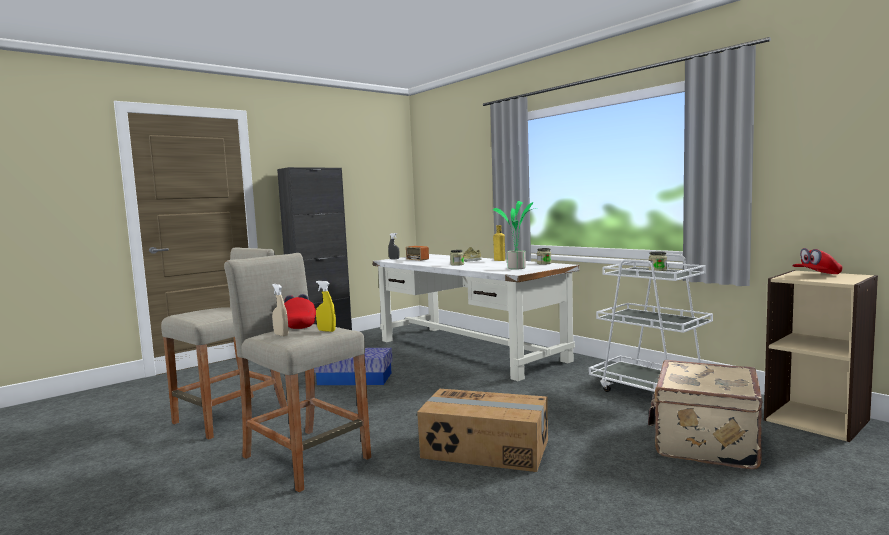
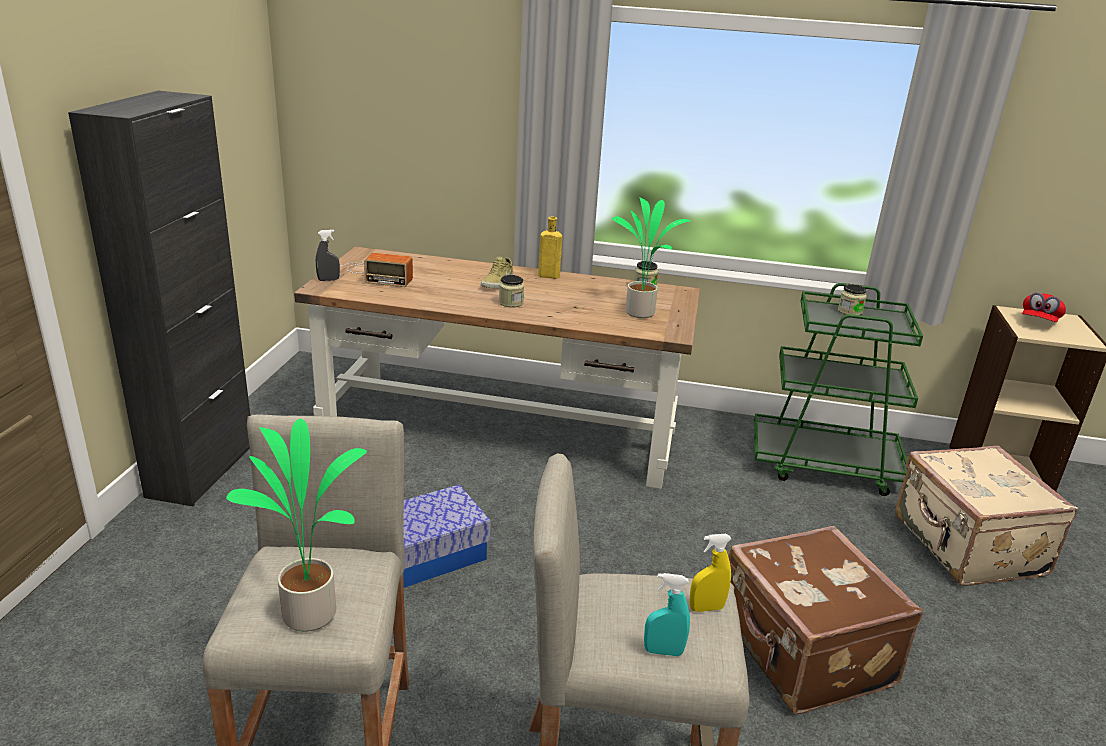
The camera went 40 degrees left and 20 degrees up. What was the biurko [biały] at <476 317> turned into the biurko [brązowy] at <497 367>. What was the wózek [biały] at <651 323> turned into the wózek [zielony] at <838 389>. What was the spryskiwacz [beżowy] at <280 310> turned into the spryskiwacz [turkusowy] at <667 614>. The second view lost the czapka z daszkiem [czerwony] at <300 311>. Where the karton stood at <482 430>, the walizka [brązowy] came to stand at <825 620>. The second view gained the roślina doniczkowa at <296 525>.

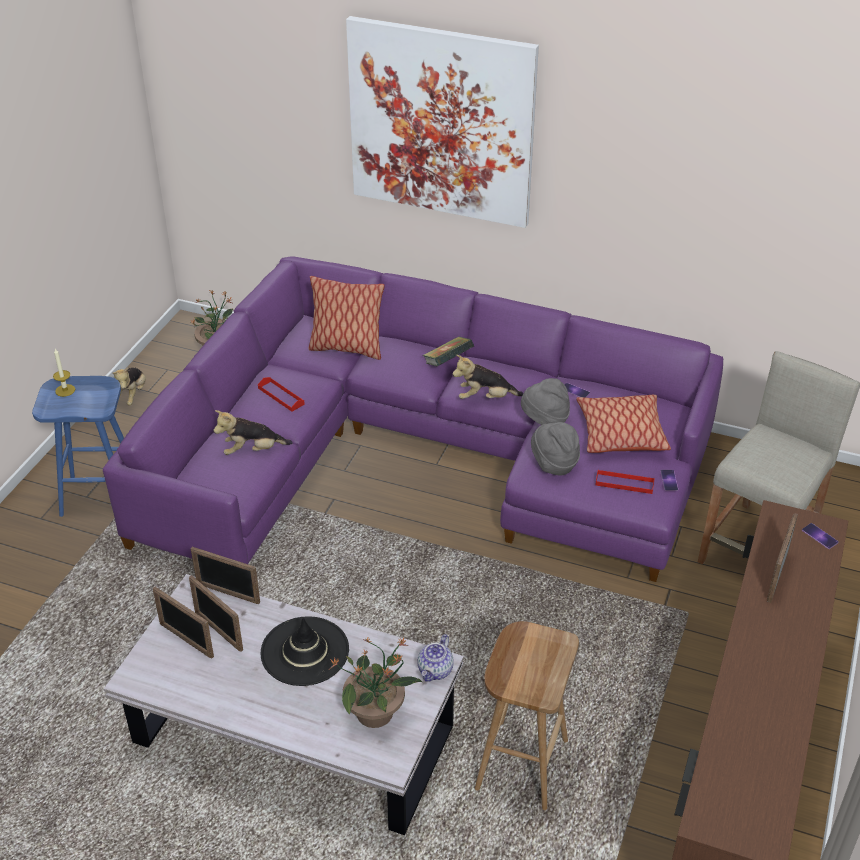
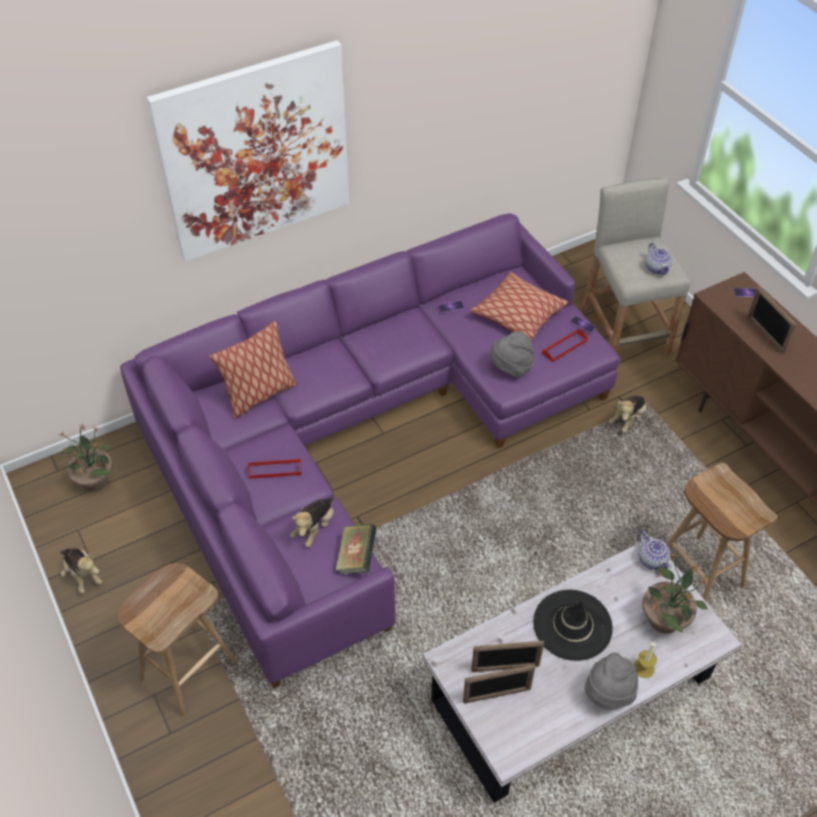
The camera went 50 degrees left and 10 degrees up. The książka ended up elsewhere, having gone from <448 351> to <356 548>. The świeca ended up elsewhere, having gone from <64 373> to <645 660>. The pluszak ended up elsewhere, having gone from <487 377> to <628 414>. What was the stołek [niebieski] at <78 446> turned into the stołek [brązowy] at <177 640>. The kapelusz [szary] ended up elsewhere, having gone from <545 401> to <611 681>. The second view lost the ramka na zdjęcie at <225 575>. The second view gained the imbryk at <659 259>.

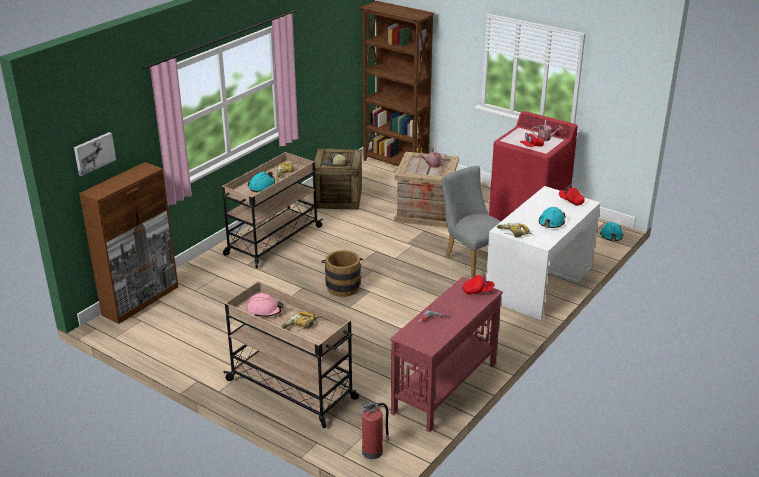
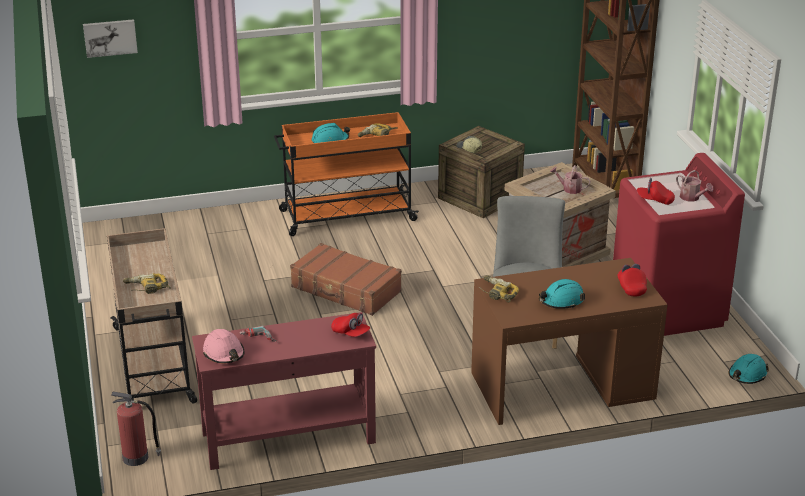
The camera went 40 degrees right and 0 degrees up. What was the wózek [beżowy] at <272 210> turned into the wózek [pomarańczowy] at <346 174>. The second view lost the szafka [brązowy] at <128 243>. What was the biurko [biały] at <543 253> turned into the biurko [brązowy] at <569 341>. Where the wiadro [brązowy] stood at <342 273>, the walizka [brązowy] came to stand at <346 279>. The kask [różowy] ended up elsewhere, having gone from <265 305> to <224 346>.

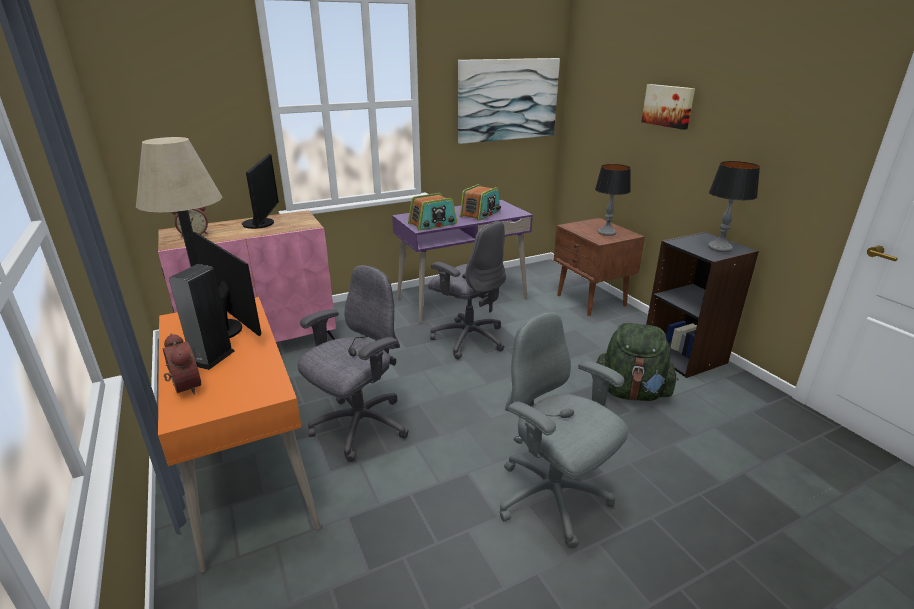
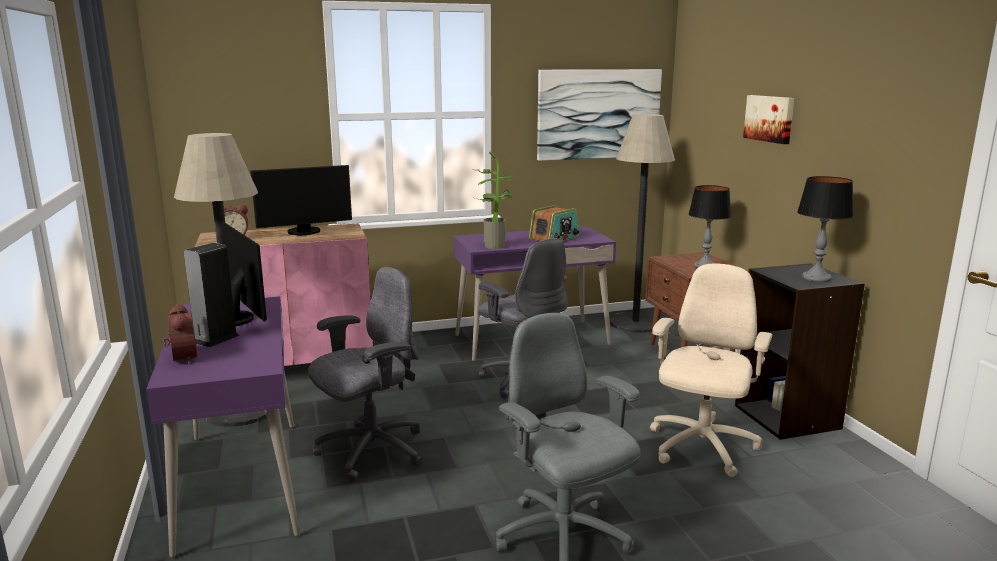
The camera went 10 degrees right and 10 degrees down. The monitor at <260 191> ended up facing another way, 60 degrees clockwise from before. Where the radio stood at <432 212>, the roślina doniczkowa came to stand at <492 200>. What was the biurko [pomarańczowy] at <239 435> turned into the biurko [fioletowy] at <223 427>. Where the plecak [zielony] stood at <637 362>, the krzesło biurowe [beżowy] came to stand at <711 370>. The second view gained the lampa stojąca at <642 223>.

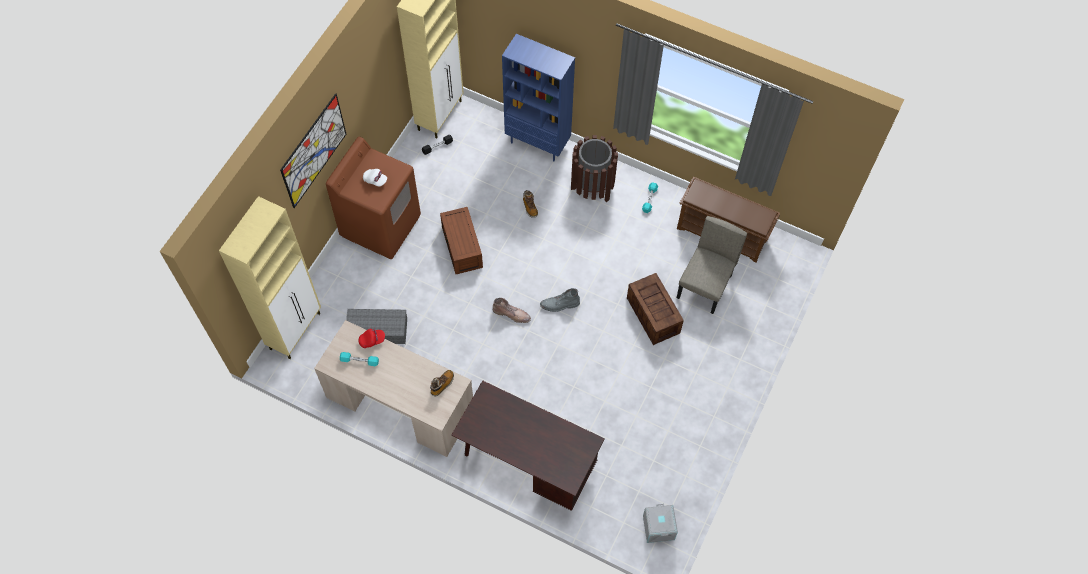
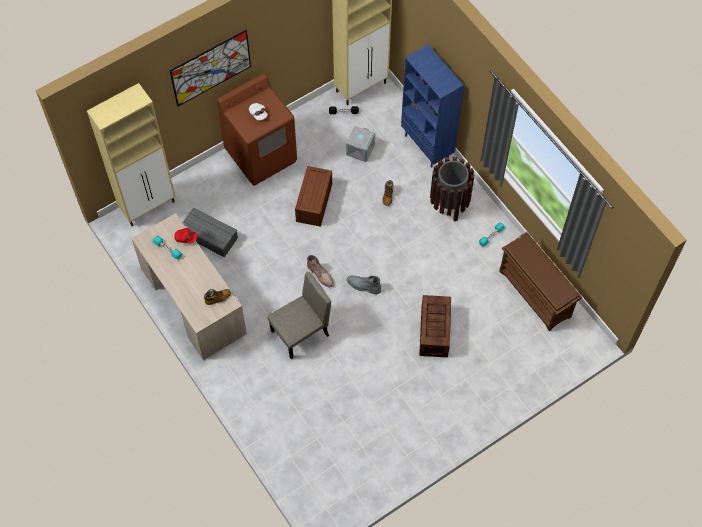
The camera went 30 degrees right and 0 degrees up. The krzesło [beżowy] ended up elsewhere, having gone from <712 265> to <299 315>. The second view lost the biurko [brązowy] at <528 445>. The pojemnik do przechowywania [szary] ended up elsewhere, having gone from <660 523> to <360 144>.

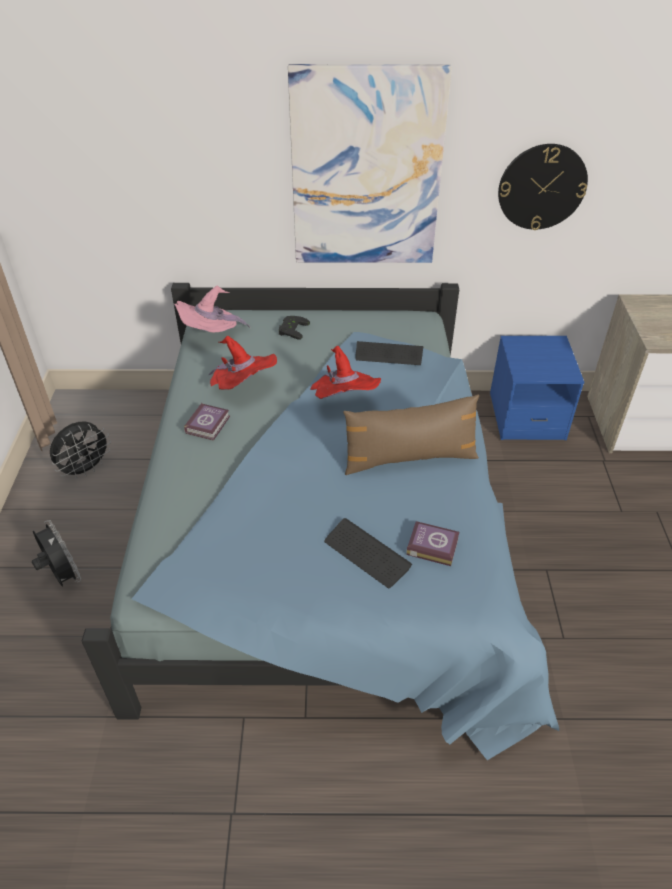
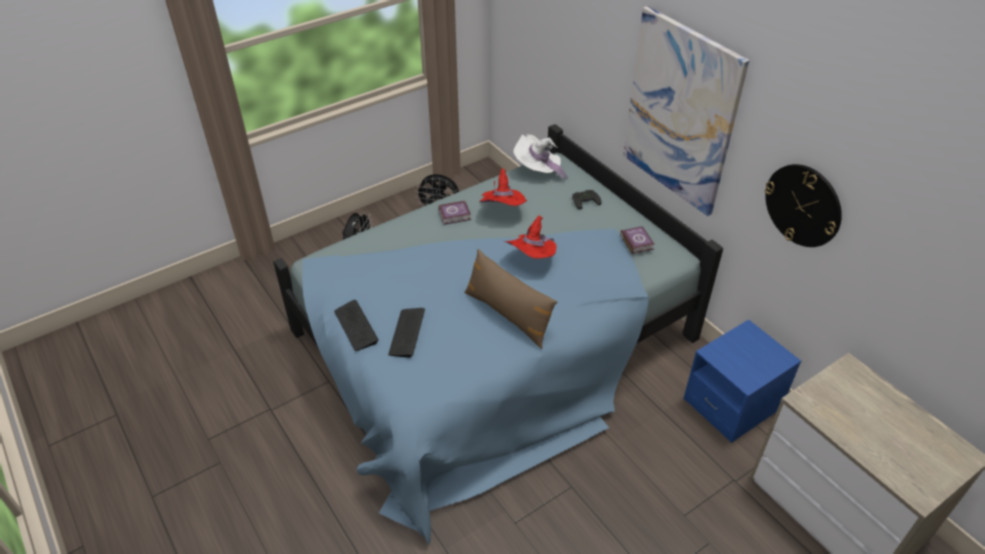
The camera went 55 degrees right and 0 degrees up. What was the kapelusz [różowy] at <212 308> turned into the kapelusz [biały] at <540 158>. The klawiatura ended up elsewhere, having gone from <389 353> to <356 325>. The książka ended up elsewhere, having gone from <432 543> to <637 240>.

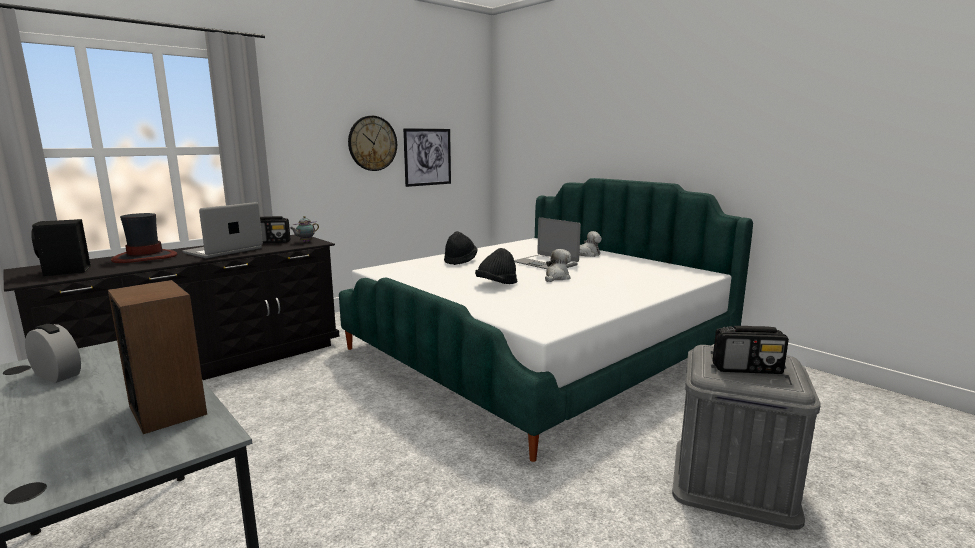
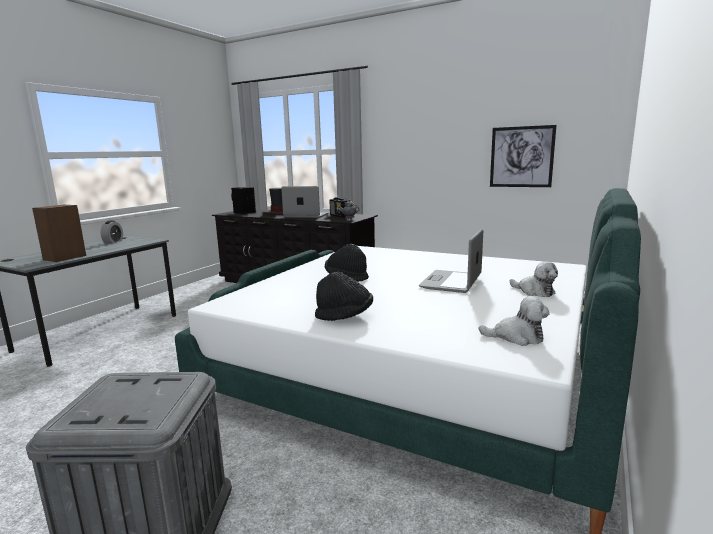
The camera went 70 degrees right and 0 degrees up. The second view lost the zegar ścienny at <372 143>. The kapelusz [czarny] ended up elsewhere, having gone from <460 248> to <344 296>. The pluszak ended up elsewhere, having gone from <558 265> to <514 321>. The second view lost the radio at <750 350>.

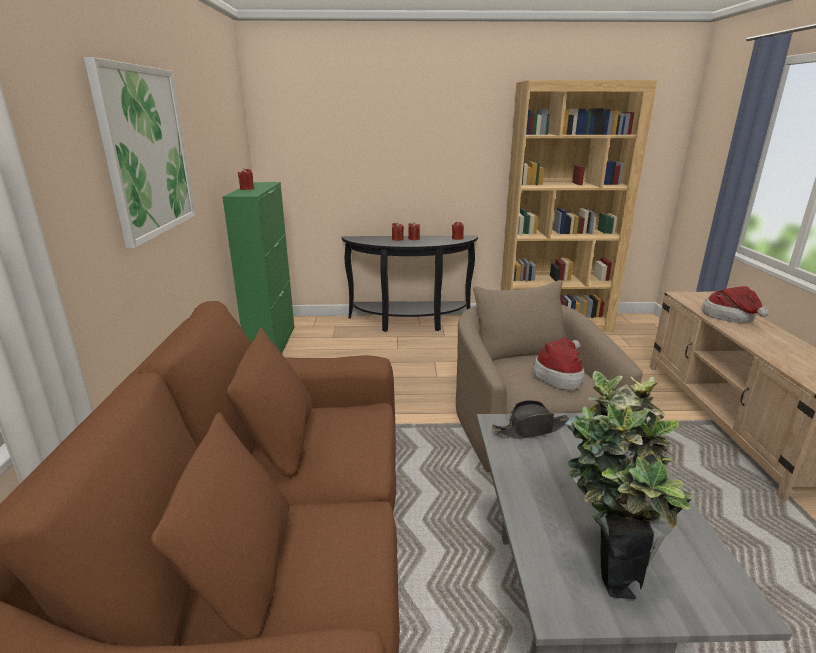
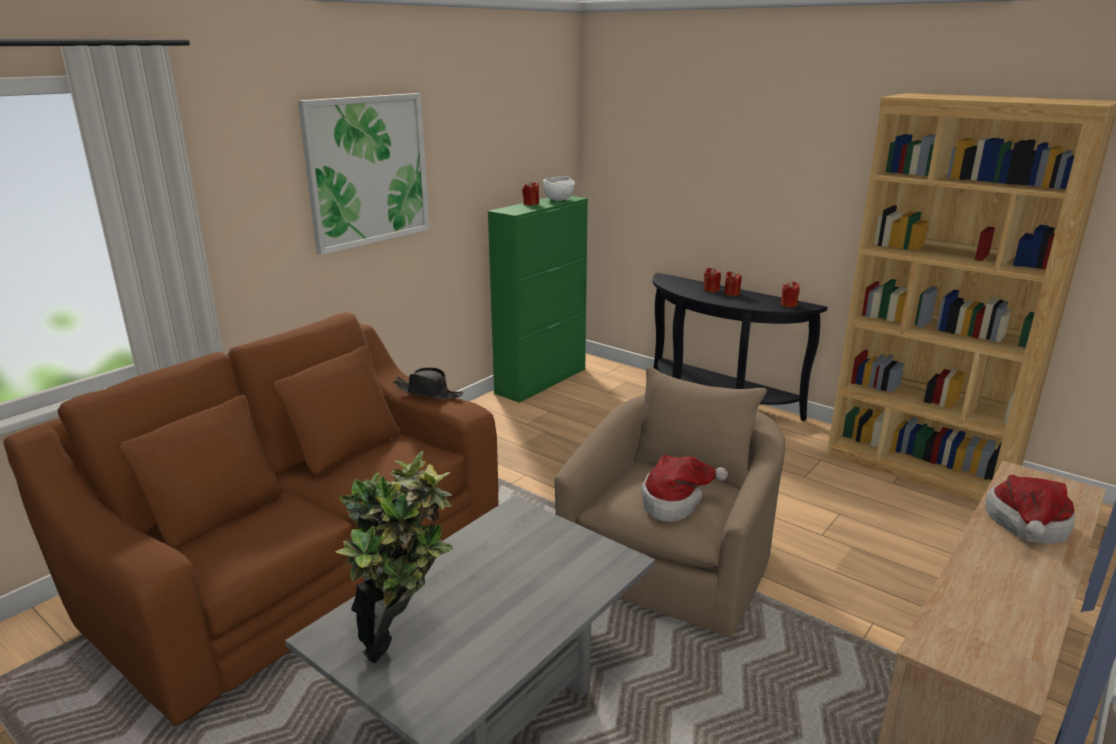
The camera went 40 degrees right and 0 degrees up. The kapelusz [czarny] ended up elsewhere, having gone from <531 419> to <428 383>. The second view gained the miska [biały] at <558 188>.

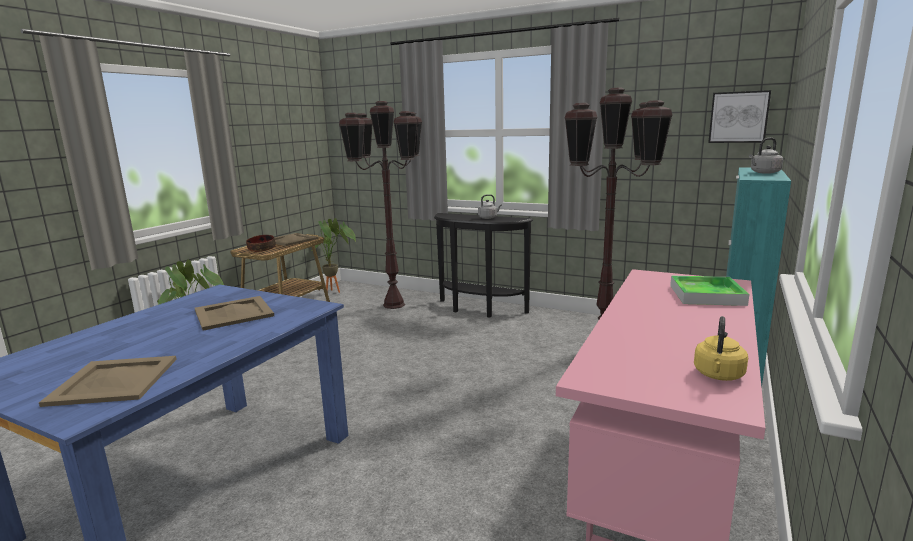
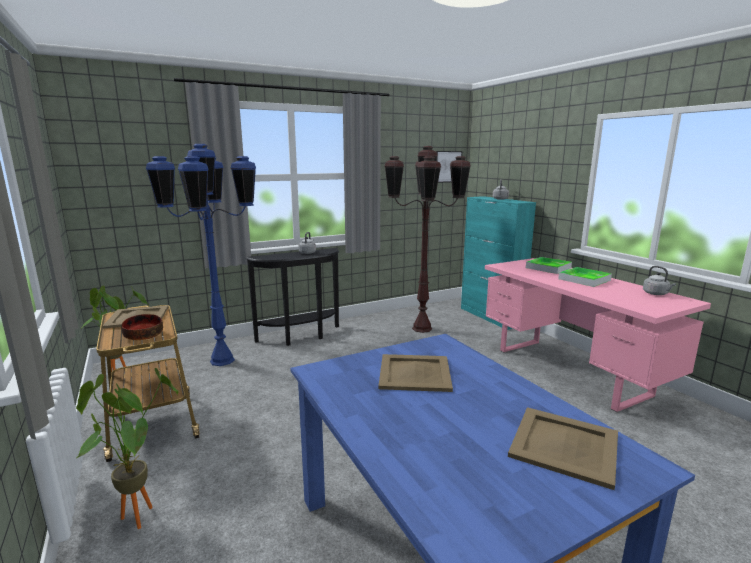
The camera went 55 degrees left and 0 degrees up. What was the lampa stojąca [brązowy] at <380 205> turned into the lampa stojąca [niebieski] at <201 255>. What was the czajnik [żółty] at <721 348> turned into the czajnik [szary] at <659 280>. The second view gained the taca at <585 277>.

